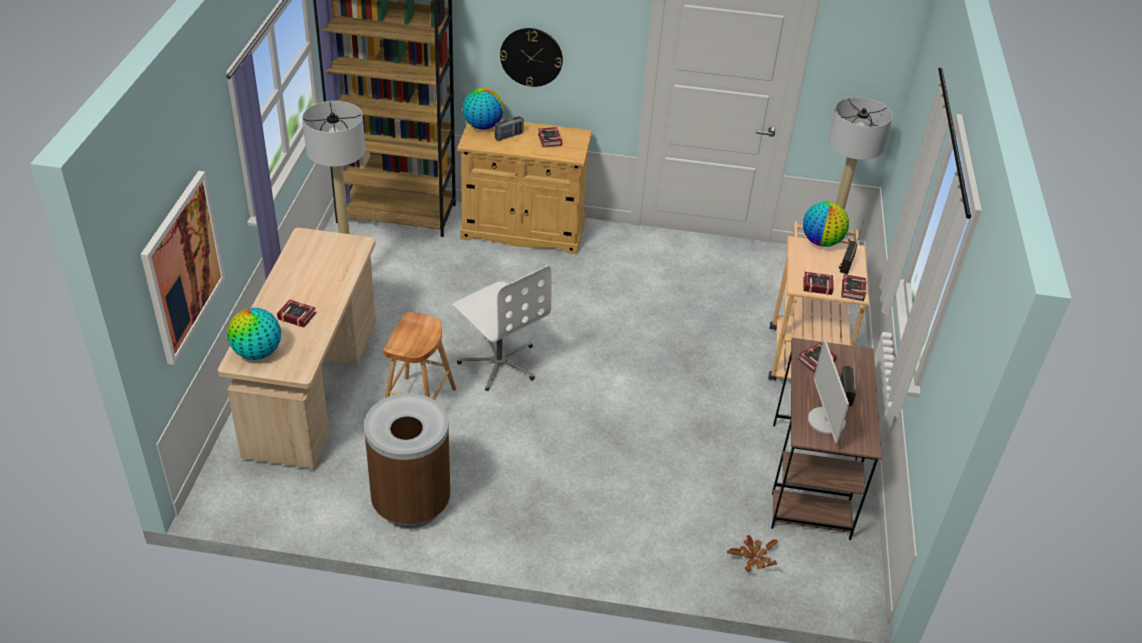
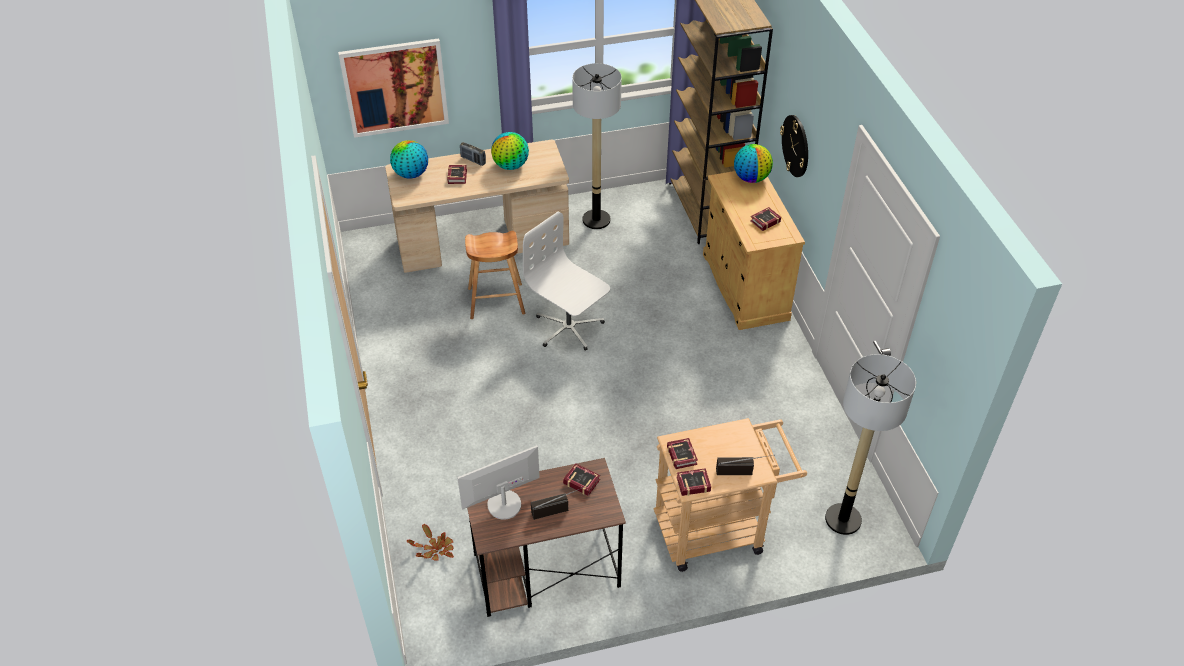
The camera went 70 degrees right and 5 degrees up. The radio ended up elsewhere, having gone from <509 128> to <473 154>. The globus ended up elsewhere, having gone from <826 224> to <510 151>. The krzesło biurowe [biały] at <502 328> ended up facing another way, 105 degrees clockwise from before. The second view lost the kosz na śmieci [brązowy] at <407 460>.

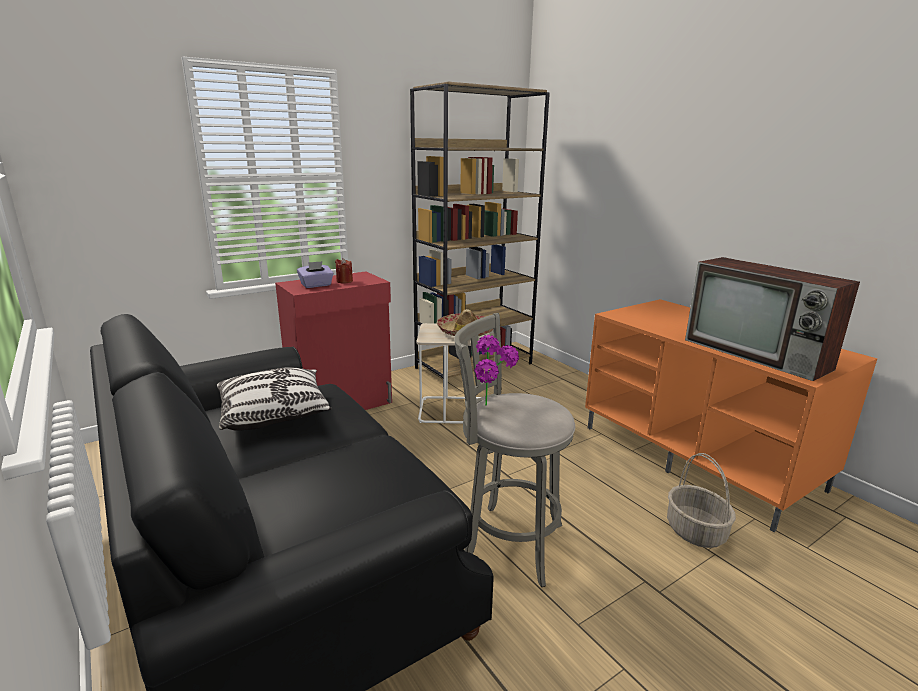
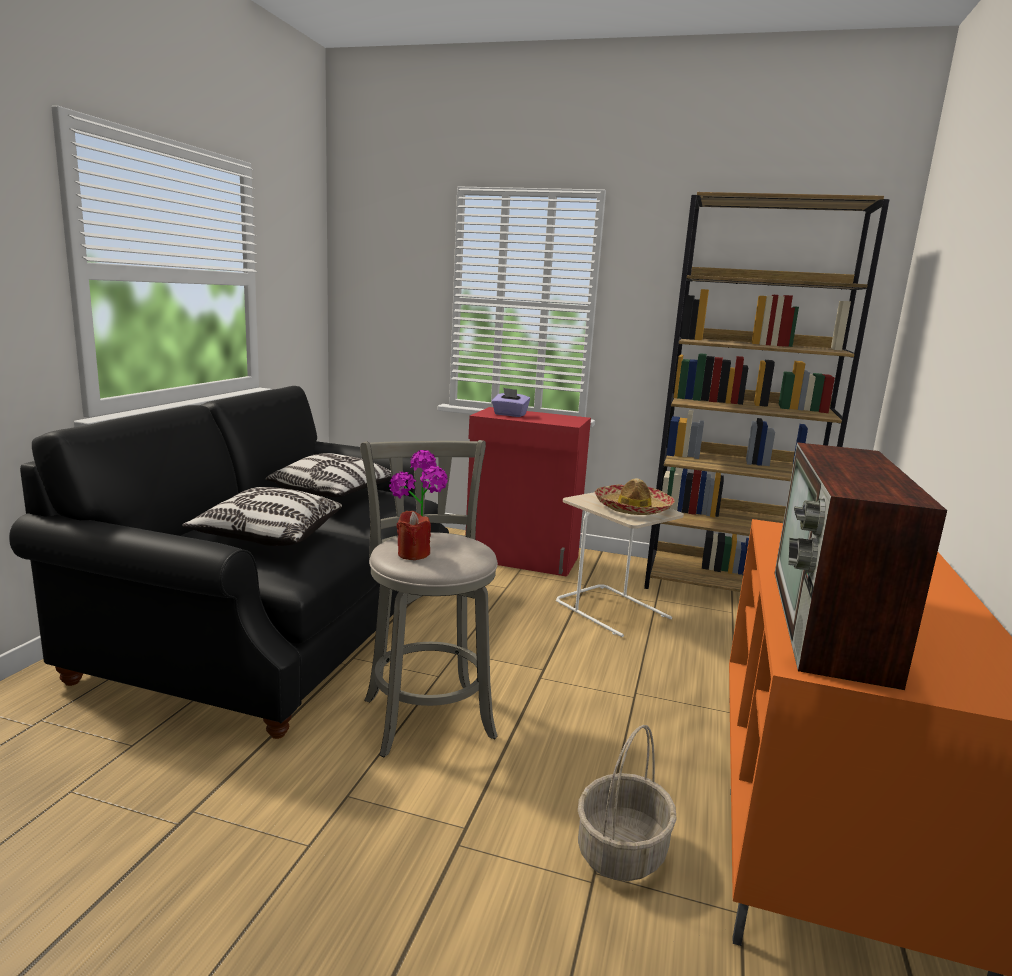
The camera went 50 degrees right and 5 degrees down. The świeca [czerwony] ended up elsewhere, having gone from <344 270> to <414 535>. The second view gained the poduszka at <262 516>.

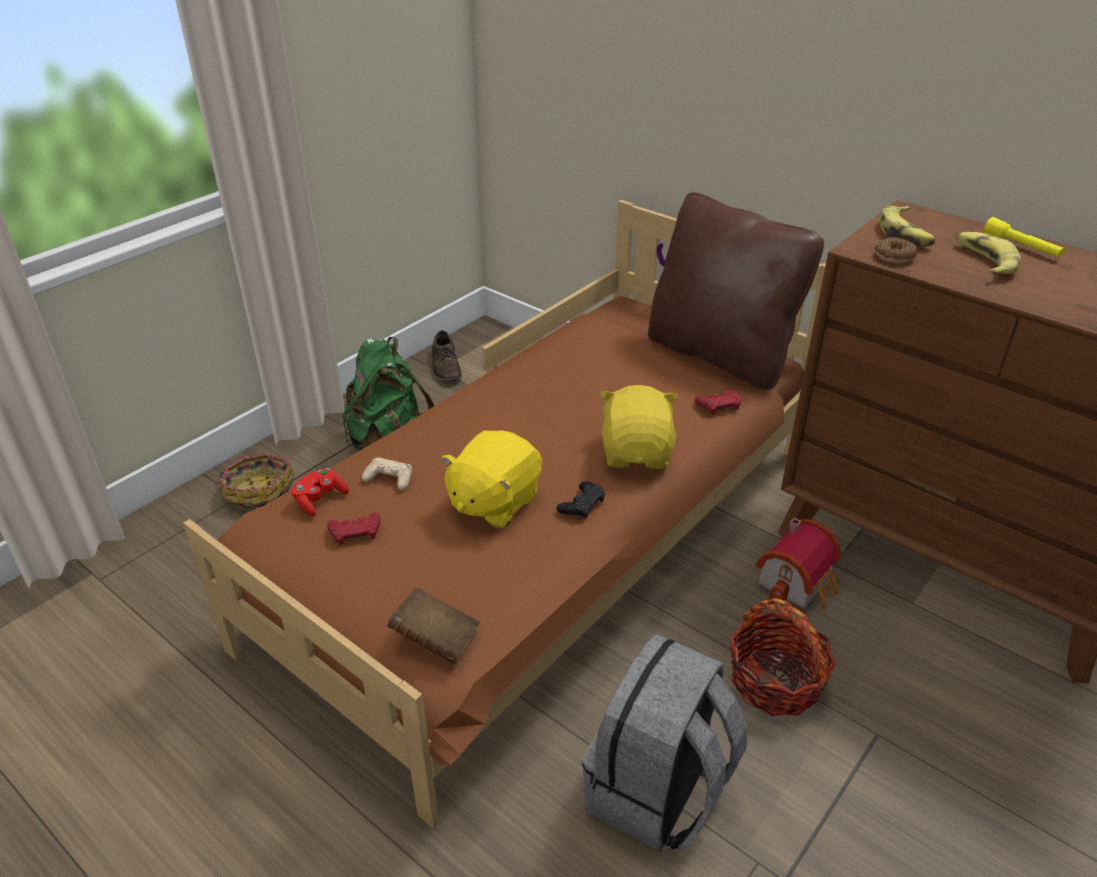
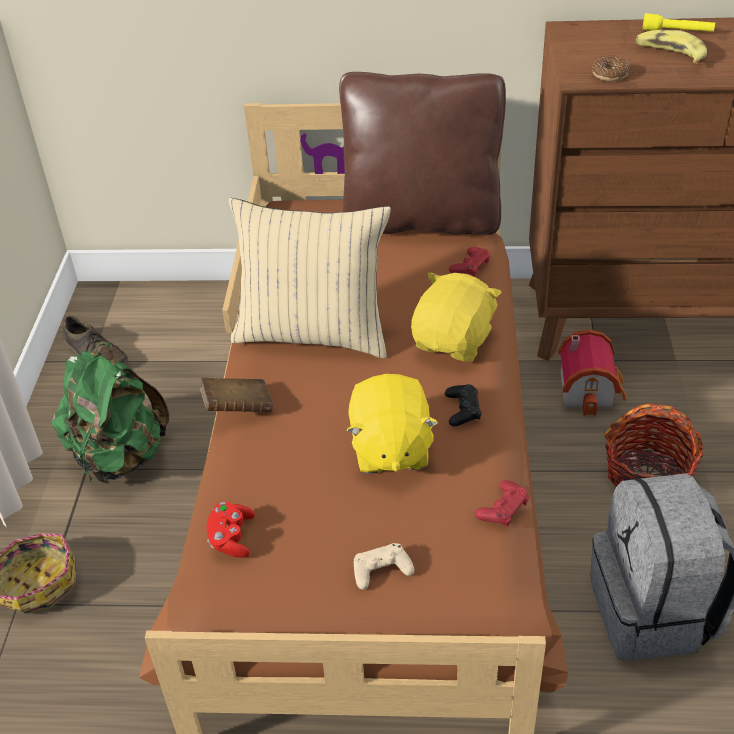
The camera went 35 degrees left and 5 degrees up. The second view lost the banan at <907 226>. The pluszak [żółty] at <639 427> ended up facing another way, 60 degrees clockwise from before. The pad do gier [beżowy] ended up elsewhere, having gone from <387 474> to <384 566>. The pad do gier [czerwony] ended up elsewhere, having gone from <354 528> to <502 503>. The książka [brązowy] ended up elsewhere, having gone from <433 625> to <236 395>. The second view gained the poduszka [beżowy] at <310 278>.

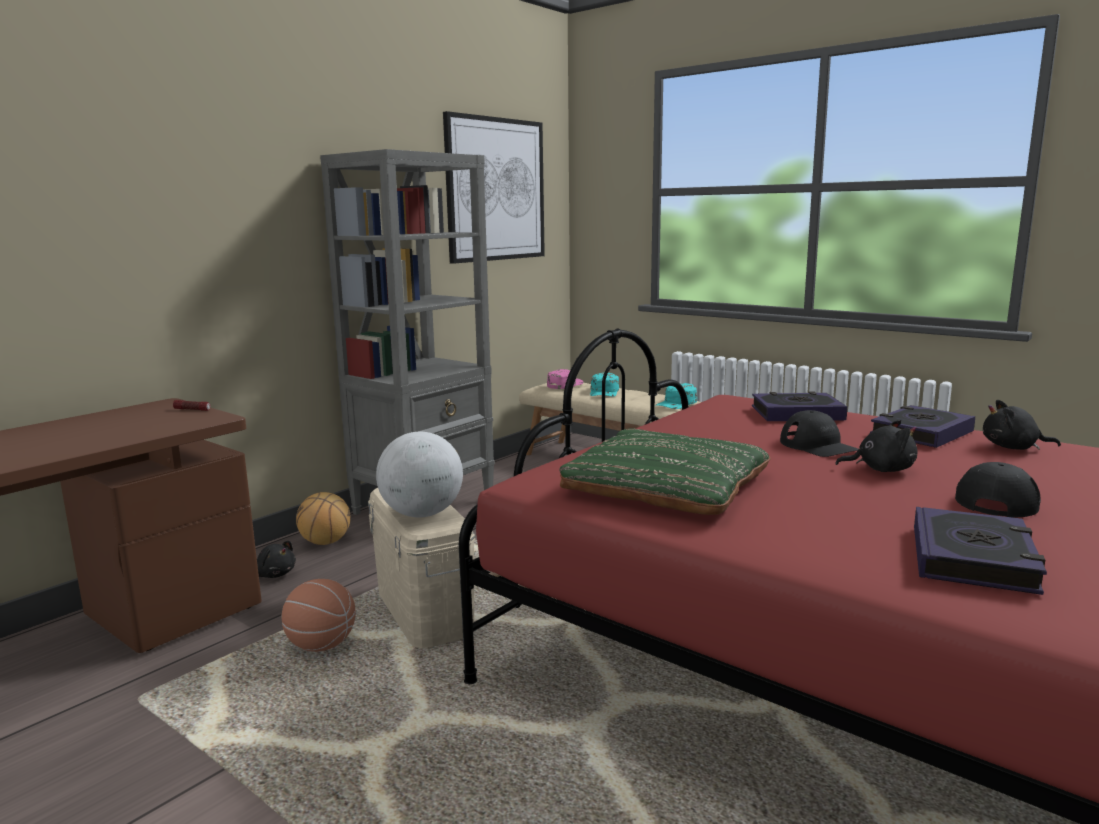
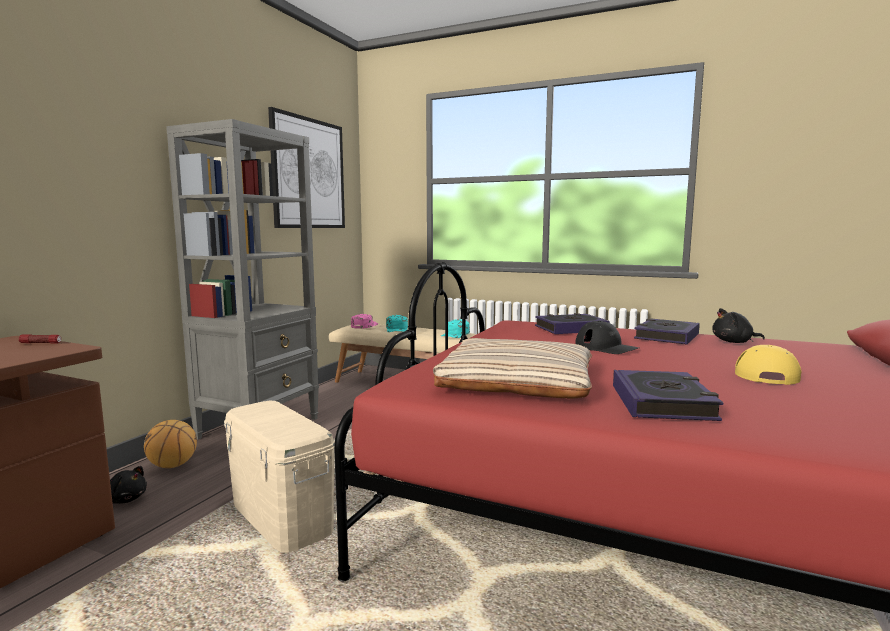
The camera went 15 degrees left and 5 degrees down. The second view lost the pluszak [czarny] at <876 446>. What was the poduszka [zielony] at <665 472> turned into the poduszka [beżowy] at <512 368>. The second view lost the globus at <419 474>. What was the czapka z daszkiem [czarny] at <998 489> turned into the czapka z daszkiem [żółty] at <768 365>. The książka ended up elsewhere, having gone from <980 551> to <668 395>. The second view lost the piłka do koszykówki at <319 615>.

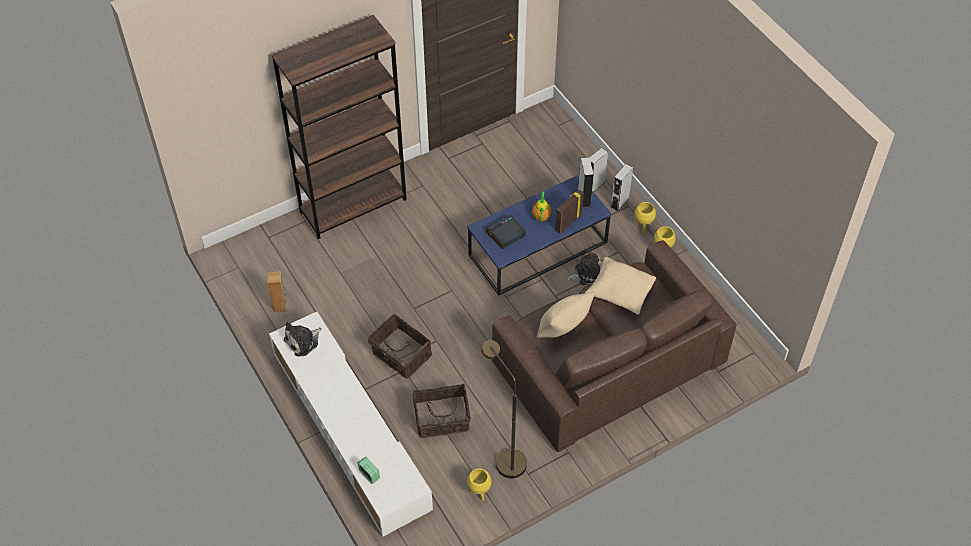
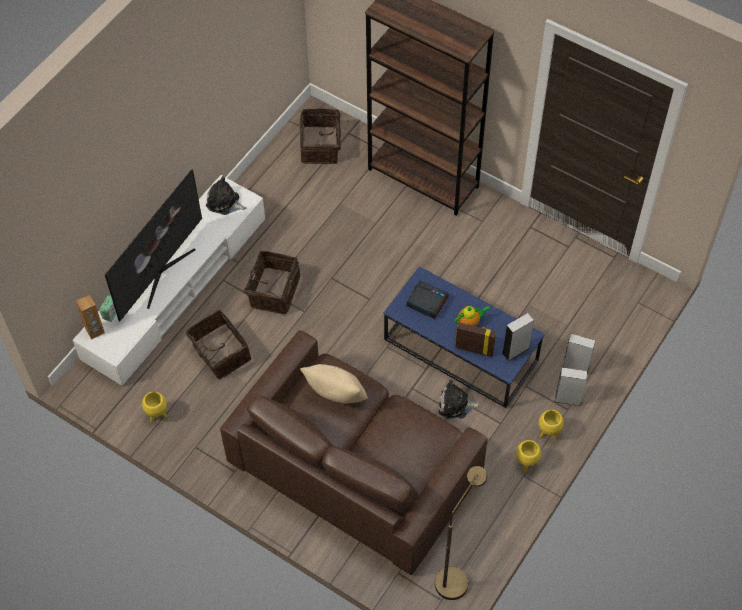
The camera went 65 degrees right and 5 degrees up. The pluszak at <584 267> ended up facing another way, 135 degrees clockwise from before. The second view lost the poduszka [beżowy] at <620 286>. The głośnik [brązowy] ended up elsewhere, having gone from <277 291> to <90 317>. The lampa stojąca [brązowy] ended up elsewhere, having gone from <504 409> to <461 533>. The second view gained the koszyk at <324 136>. The second view gained the telewizor at <153 245>.

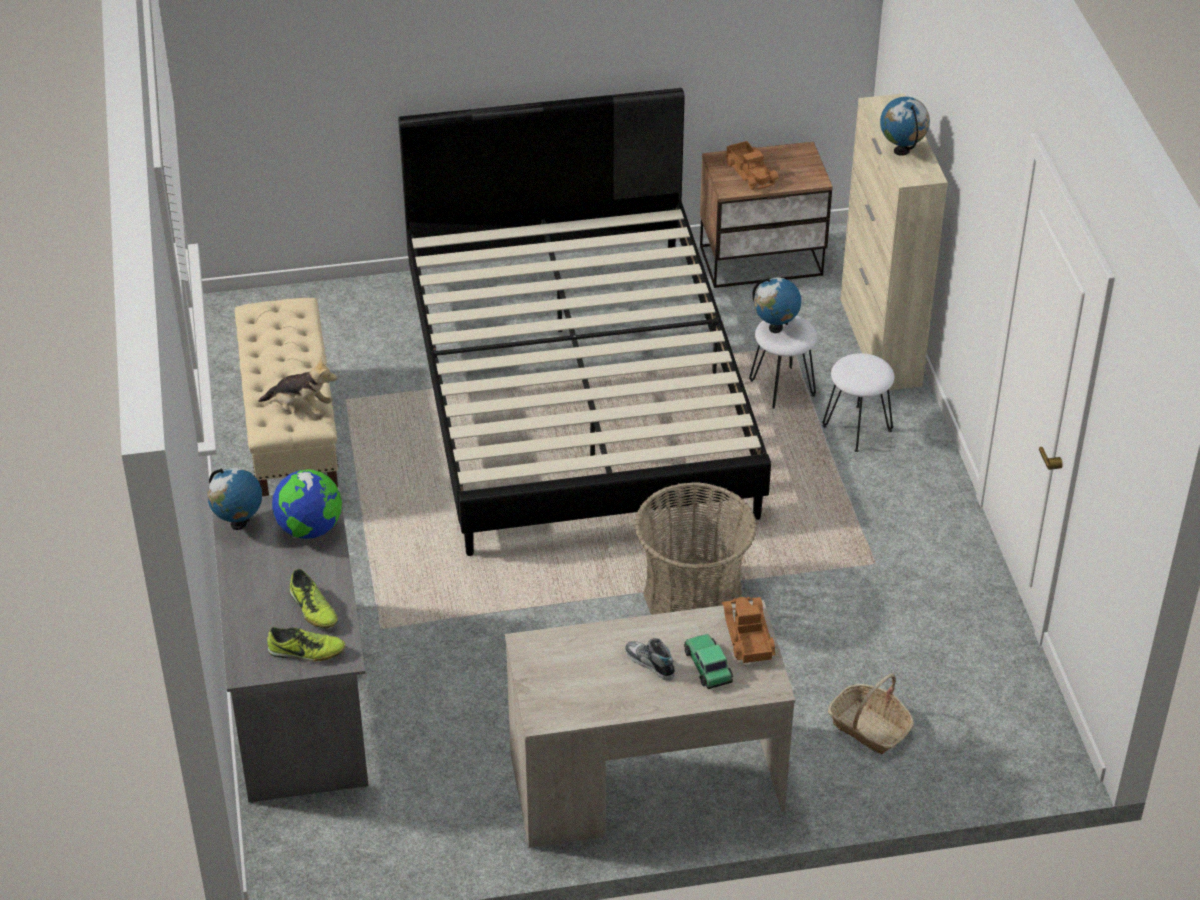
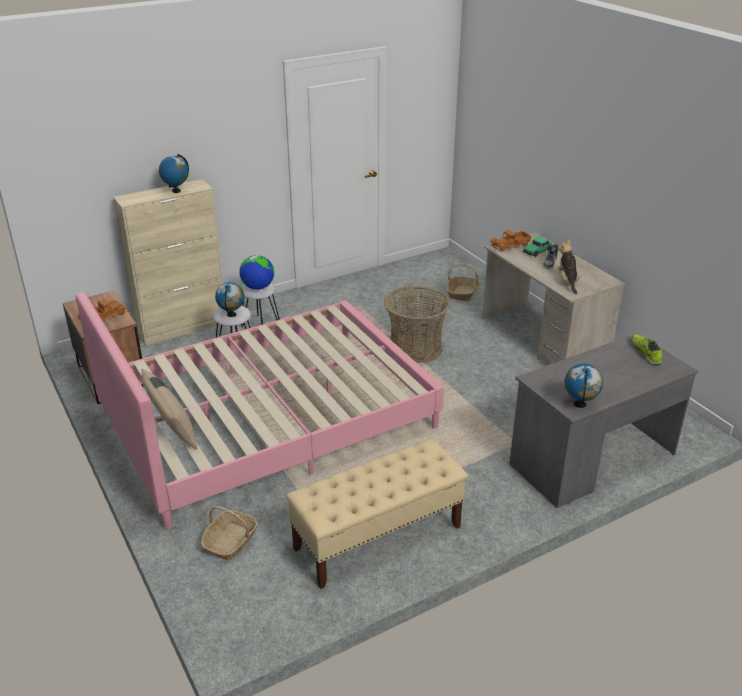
The camera went 110 degrees left and 10 degrees down. What was the łóżko [czarny] at <584 322> turned into the łóżko [różowy] at <260 411>. The pluszak ended up elsewhere, having gone from <297 386> to <570 266>. The globus ended up elsewhere, having gone from <307 504> to <256 272>. The second view lost the but at <314 599>. The second view gained the poduszka [beżowy] at <169 409>. The second view gained the koszyk at <229 533>.

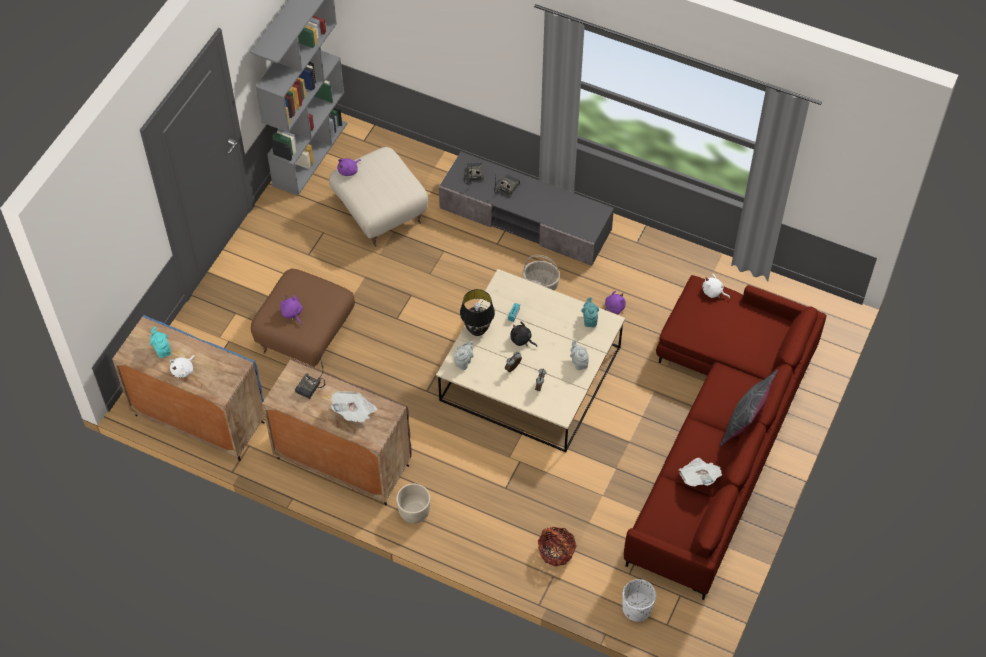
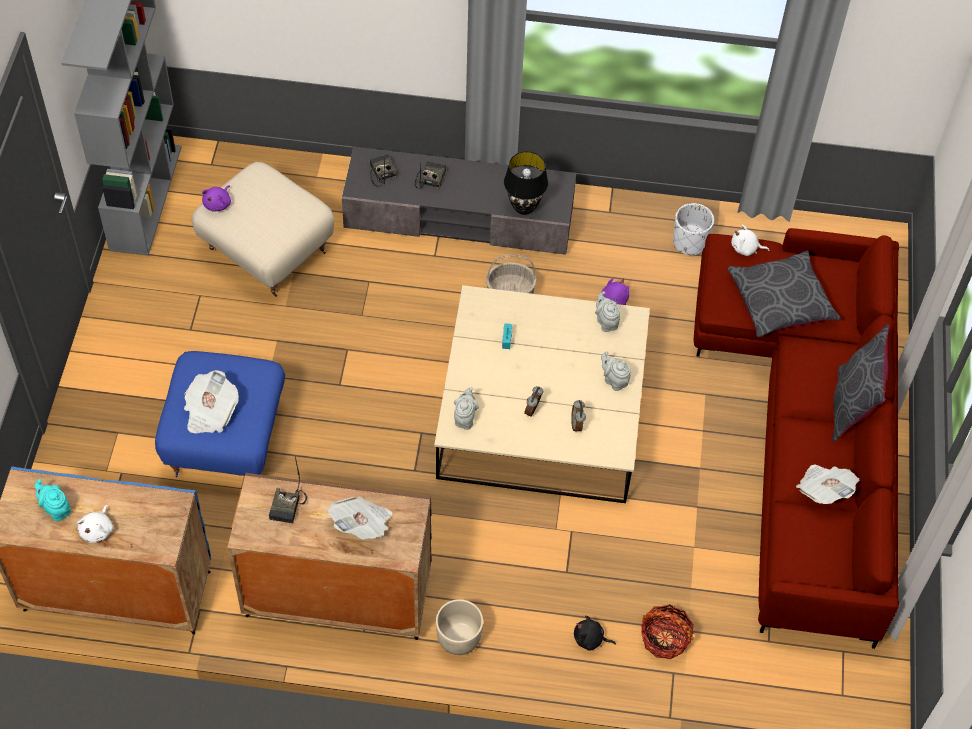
The camera went 20 degrees left and 0 degrees up. What was the pufa [brązowy] at <303 317> turned into the pufa [niebieski] at <220 414>. The lampa stołowa [czarny] ended up elsewhere, having gone from <477 312> to <526 183>. Where the pluszak [fioletowy] stood at <291 309>, the gazeta came to stand at <211 401>. What was the imbryk [turkusowy] at <590 312> turned into the imbryk [szary] at <607 311>. The pluszak [czarny] ended up elsewhere, having gone from <523 334> to <595 633>. The donica [biały] ended up elsewhere, having gone from <639 600> to <693 229>. The second view gained the poduszka [szary] at <784 294>.

